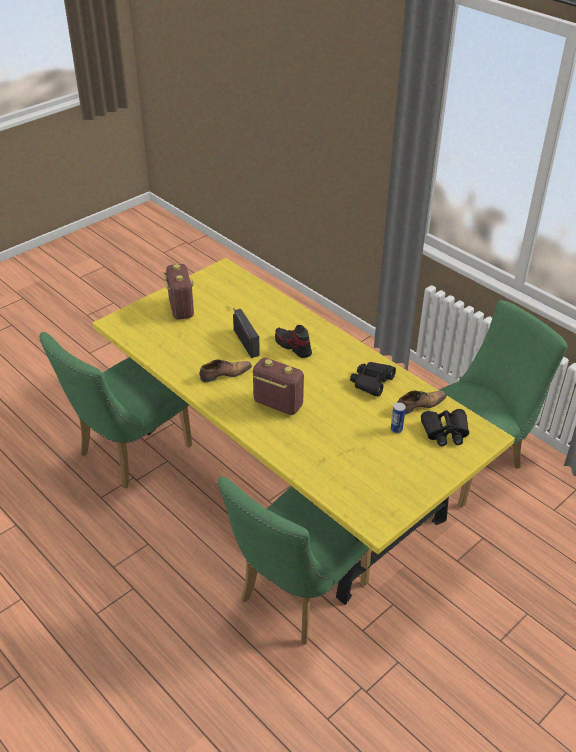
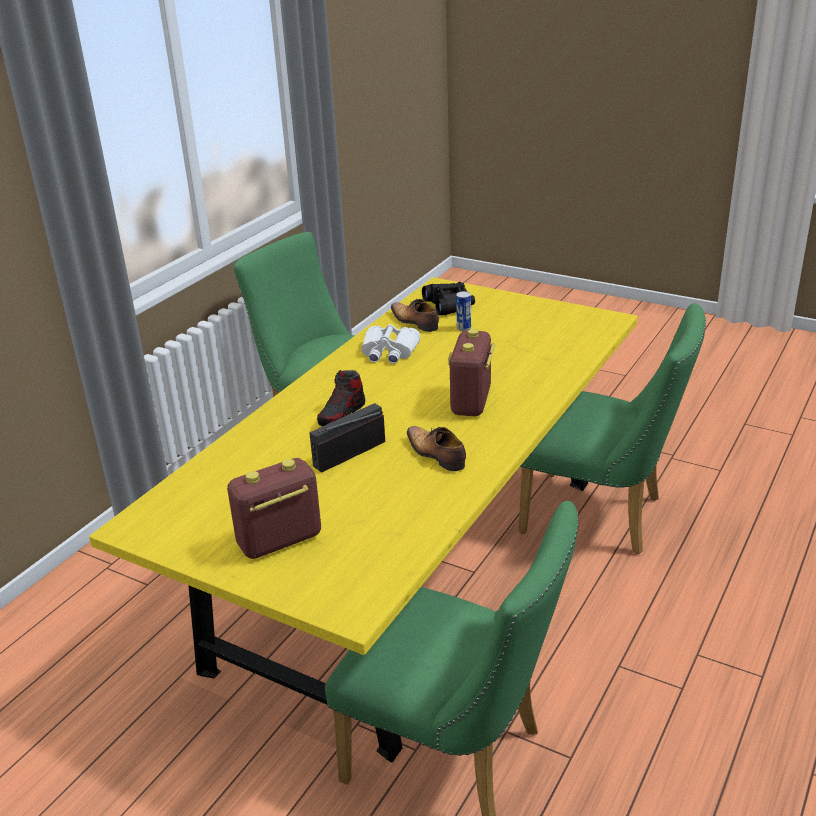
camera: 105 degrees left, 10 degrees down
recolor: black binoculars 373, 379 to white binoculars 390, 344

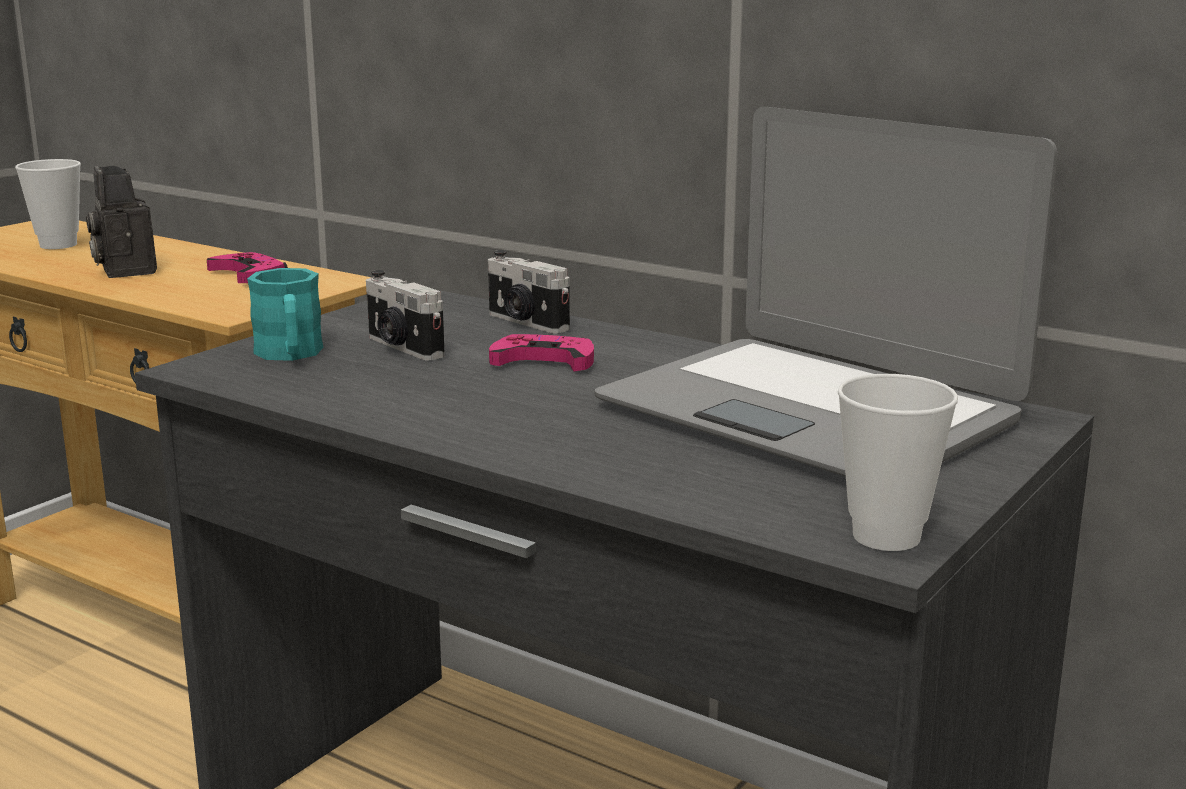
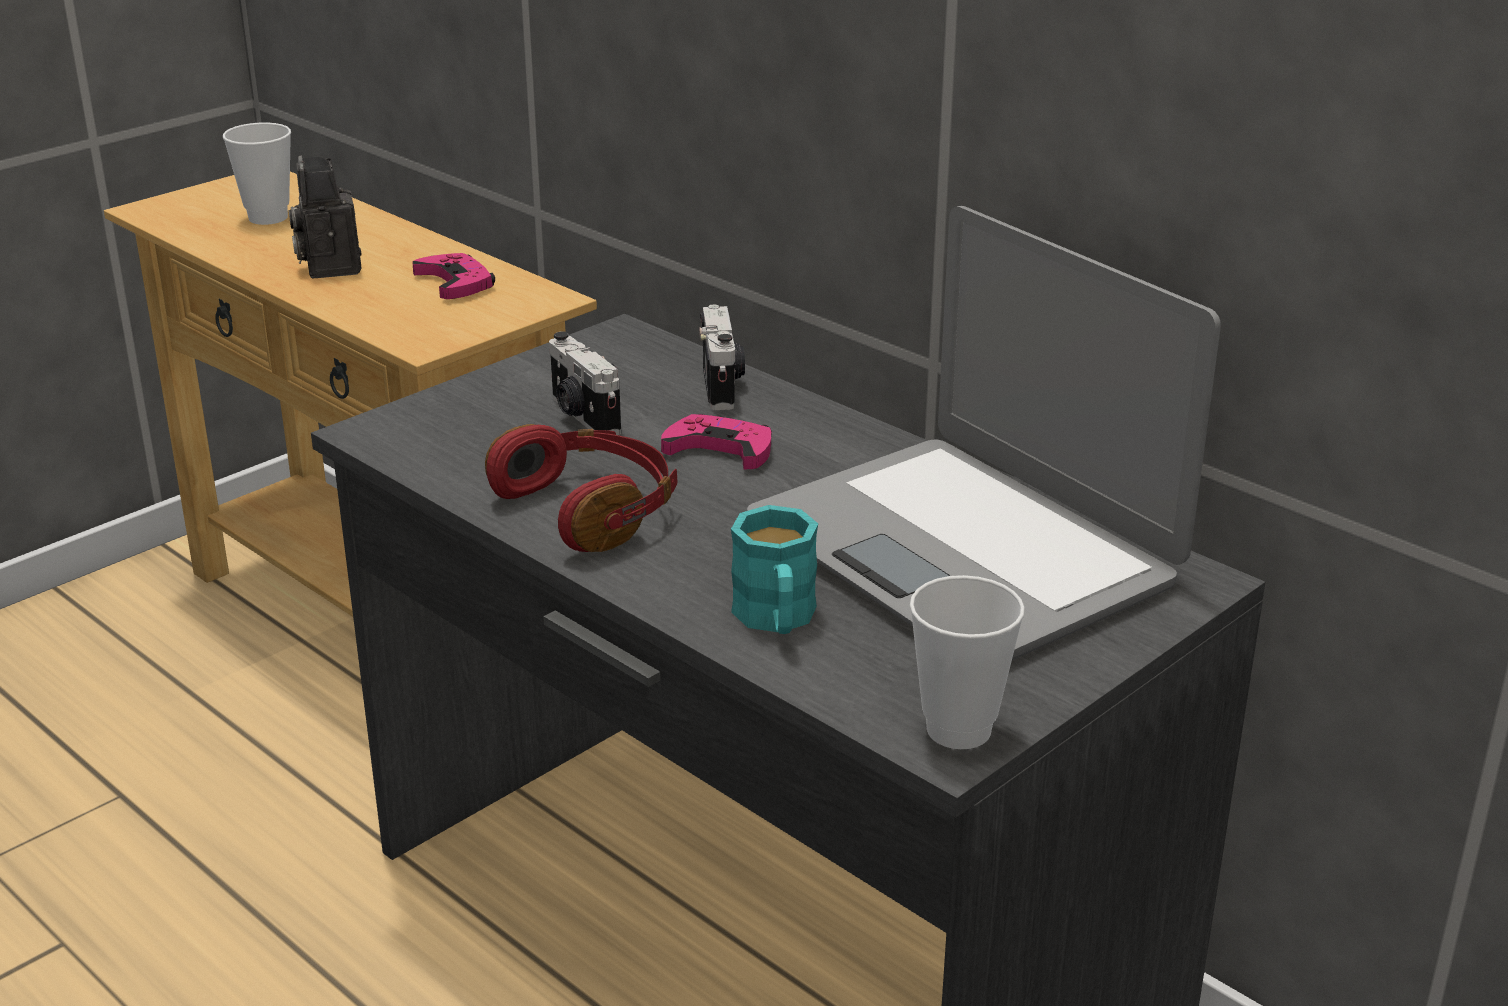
camera: 10 degrees right, 10 degrees up
insert: red headphones 581, 488
move: turquoise mug 285, 314 to 774, 569
rotate: photo camera 529, 292 = 722, 357 150 degrees counterclockwise

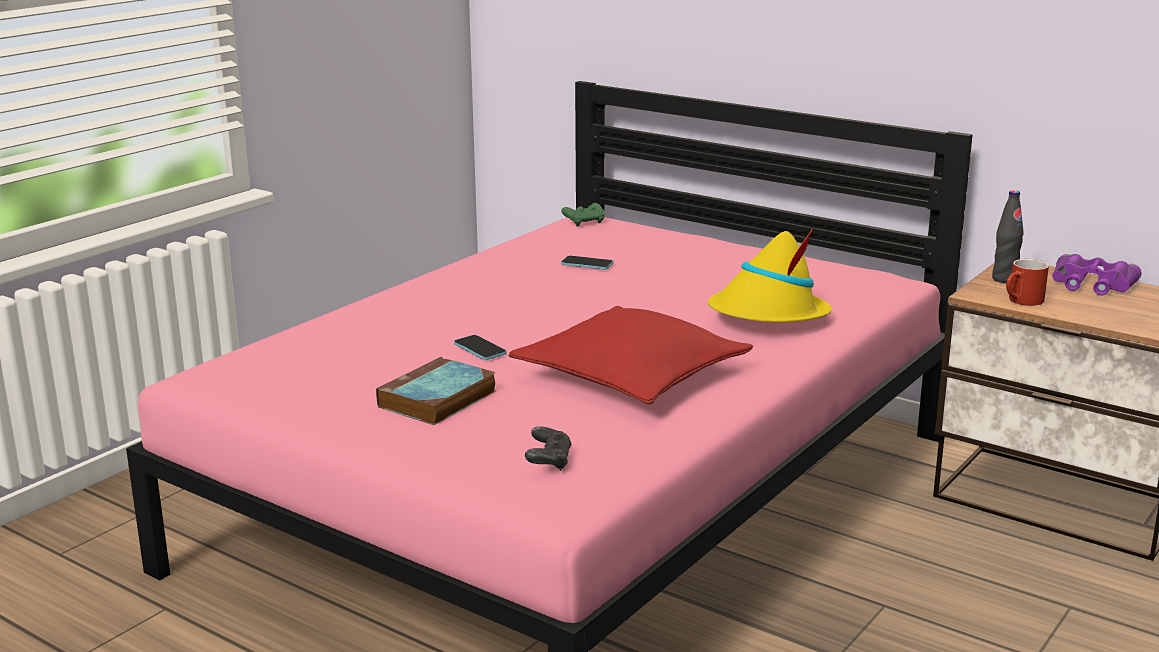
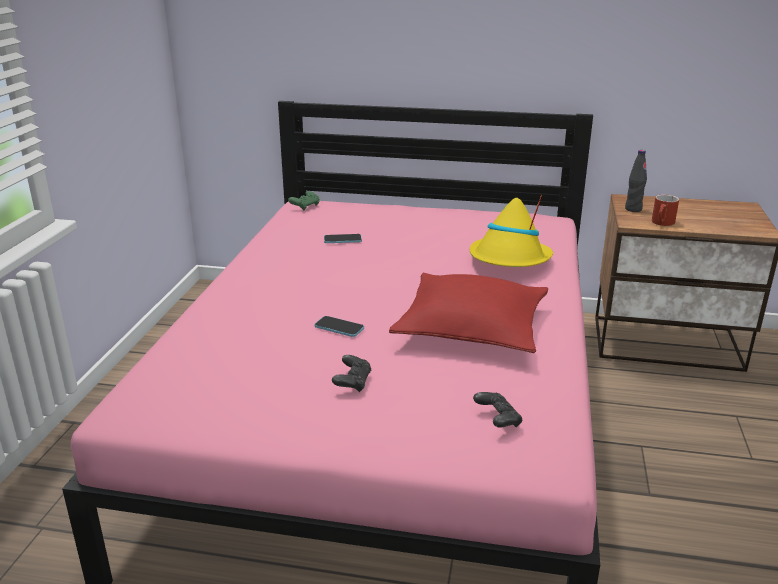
camera: 25 degrees left, 5 degrees up
delete: purple binoculars 1096, 274
replace: book 436, 391 to black game controller 351, 373

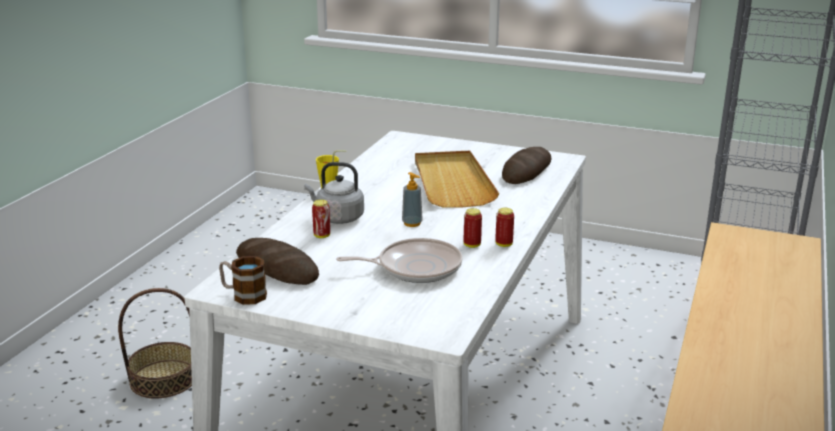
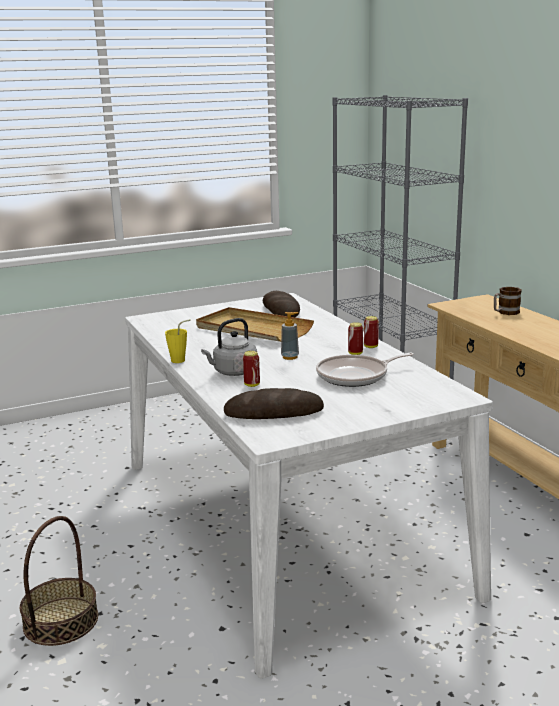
camera: 45 degrees left, 5 degrees down
move: mug 243, 280 to 508, 301
rotate: frying pan 399, 260 = 365, 370 150 degrees counterclockwise

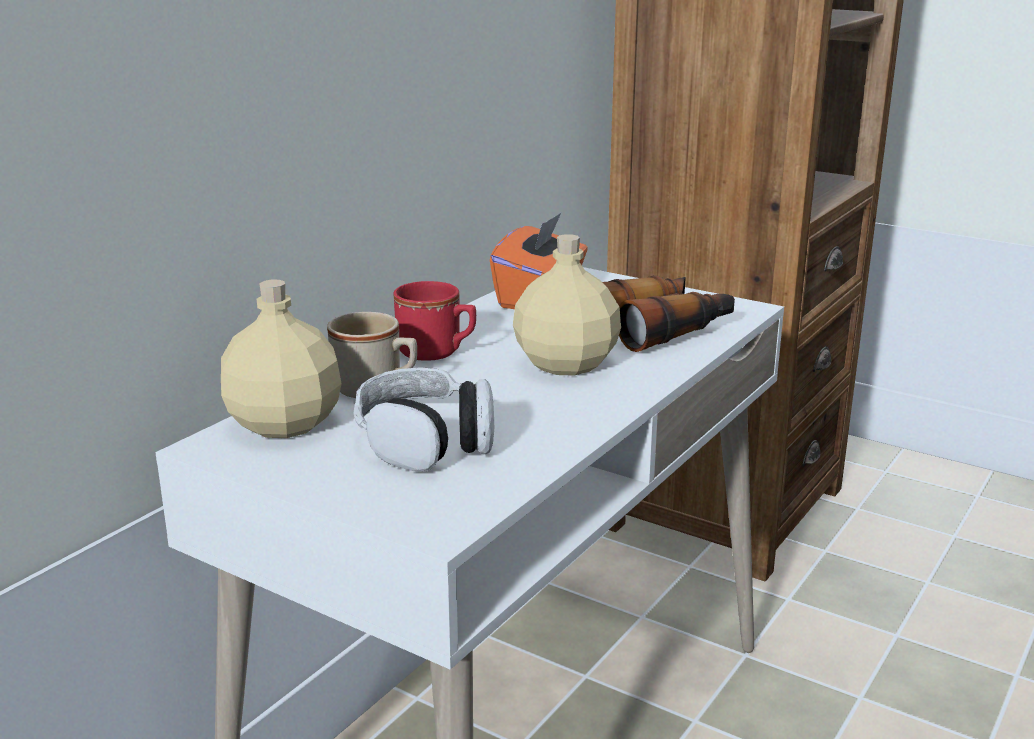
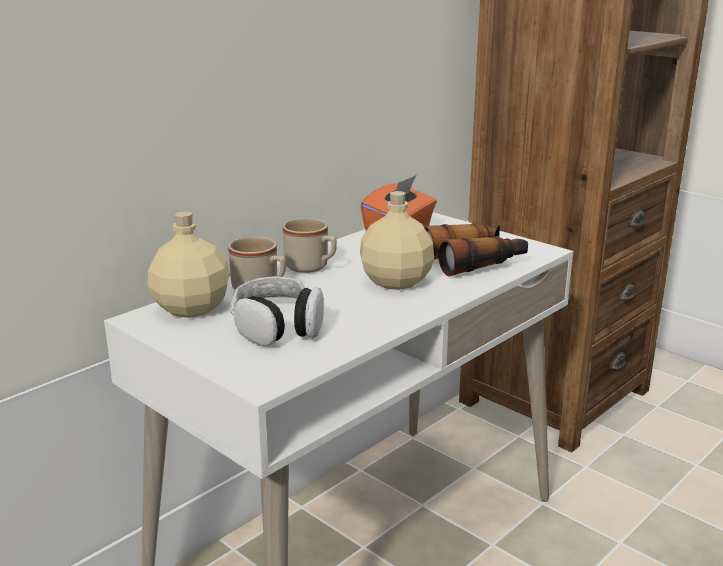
camera: 10 degrees right, 0 degrees up
recolor: red mug 434, 321 to beige mug 310, 245

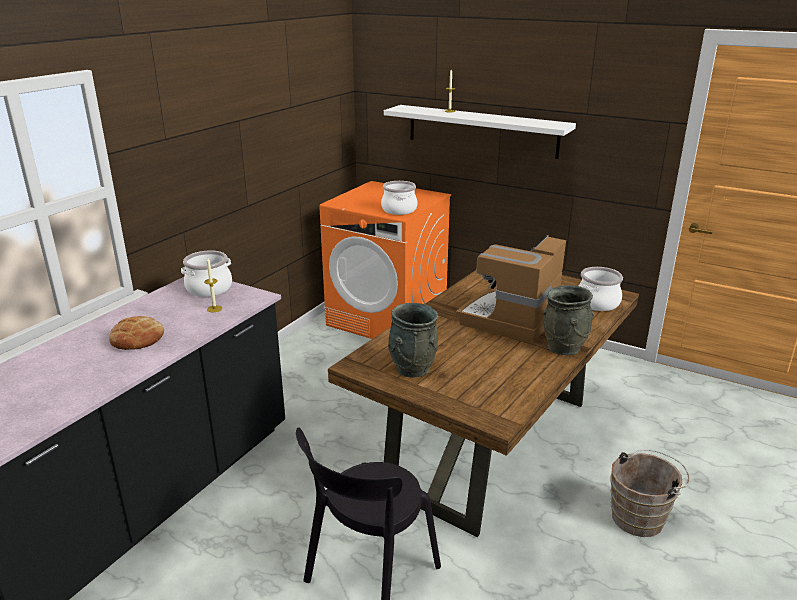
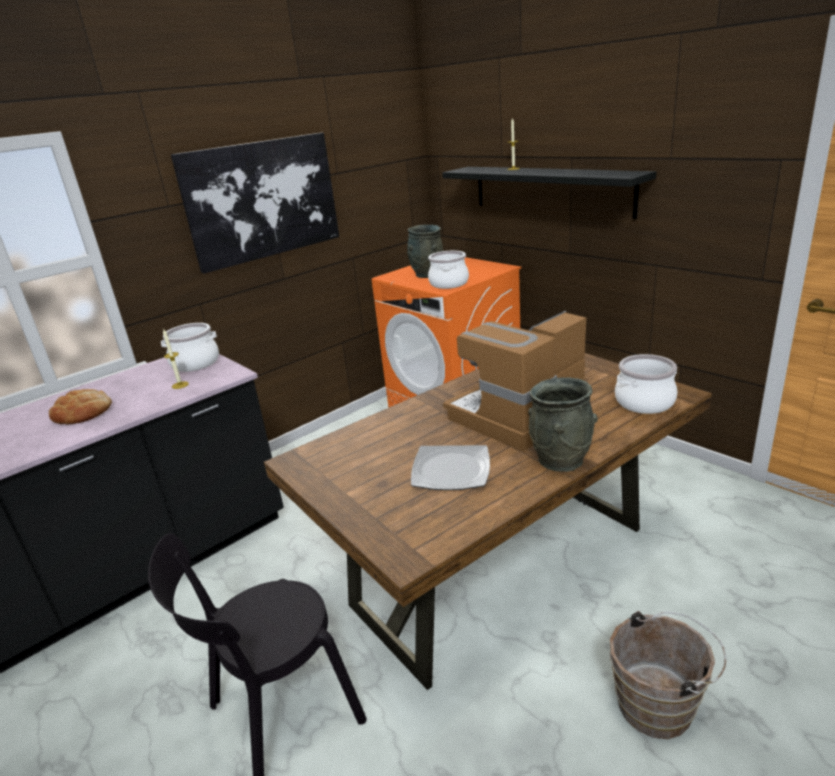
camera: 20 degrees right, 0 degrees up
insert: picture 255, 203; plate 450, 467
move: grey vase 413, 340 to 425, 251
recolor: white shelf 480, 132 to black shelf 549, 193

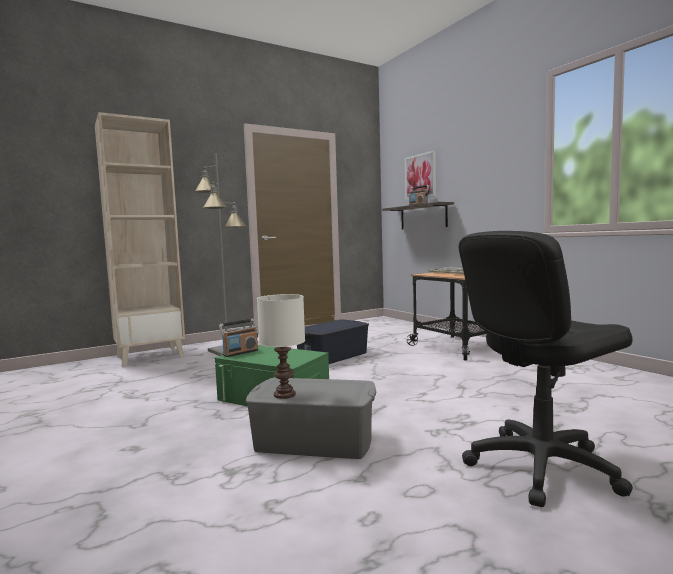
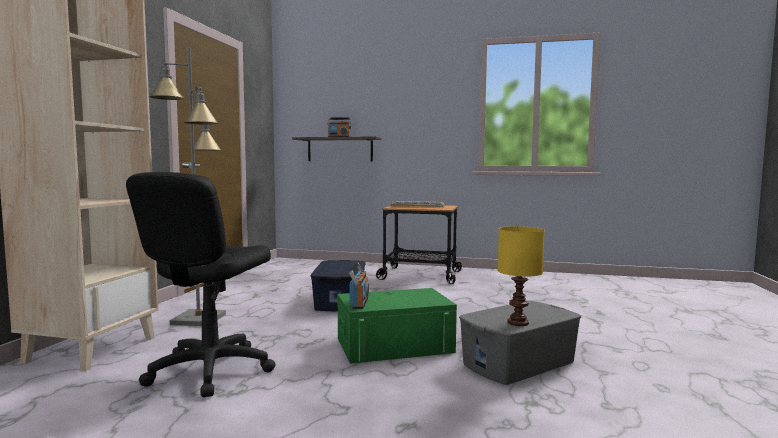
camera: 45 degrees left, 0 degrees up
delete: picture 420, 175
move: black office chair 546, 369 to 201, 284
recolor: white table lamp 281, 346 to yellow table lamp 521, 276

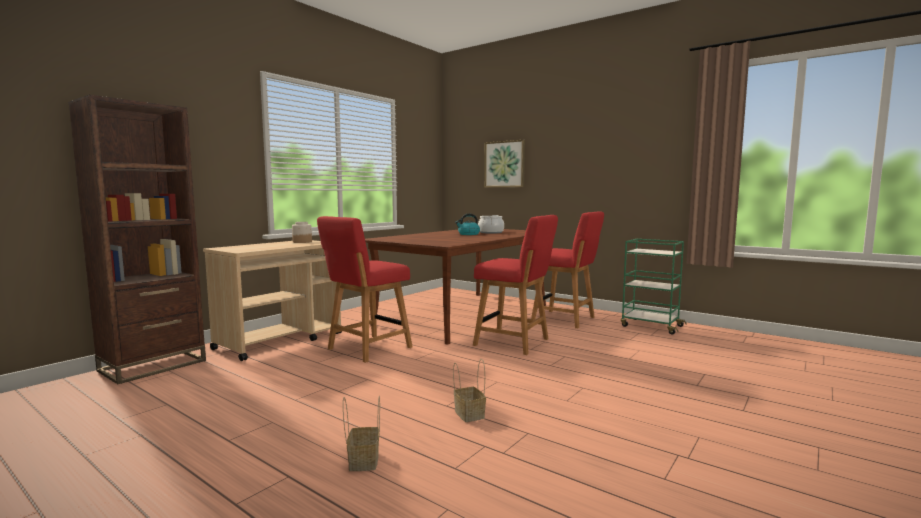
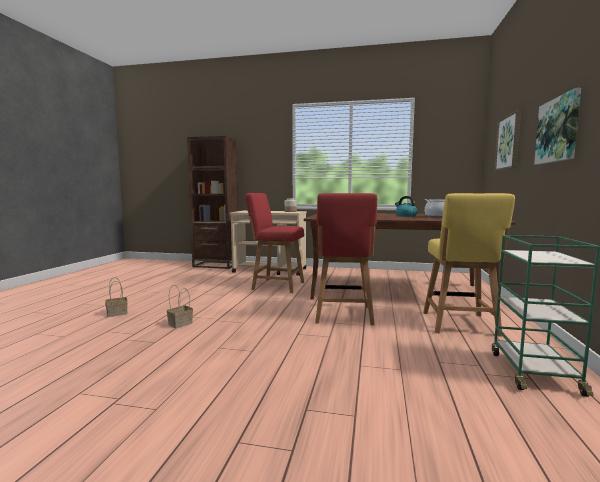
camera: 65 degrees right, 0 degrees up
insert: picture 557, 126
recolor: red chair 567, 269 to yellow chair 469, 265

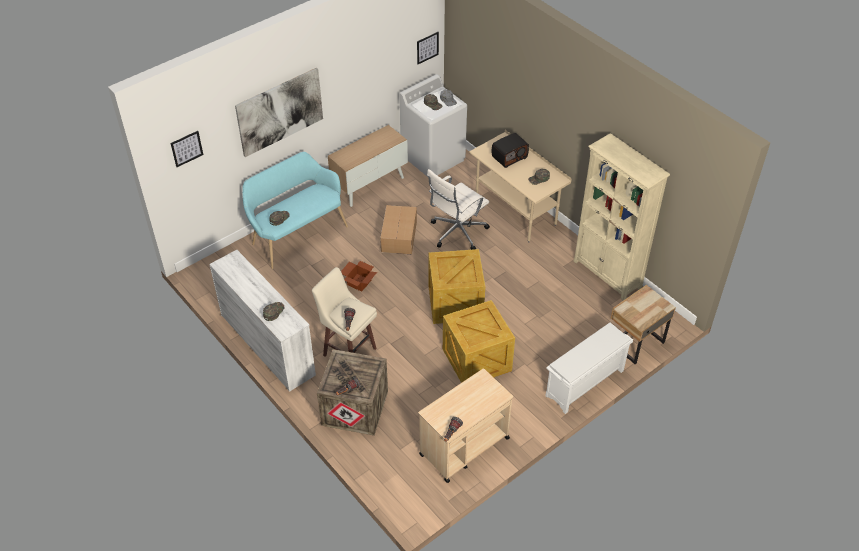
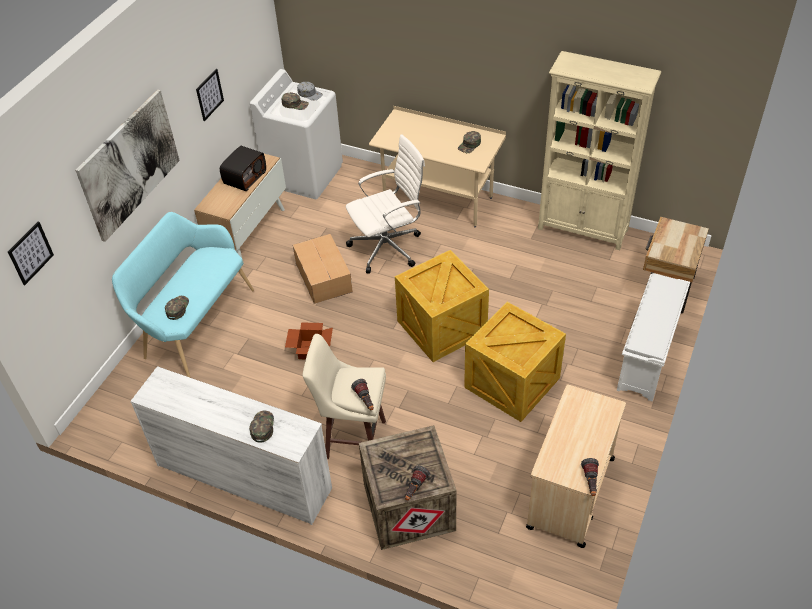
camera: 25 degrees left, 0 degrees up
move: picture 428, 48 to 210, 95; radio 510, 150 to 243, 168
rotate: white office chair 458, 209 = 385, 204 135 degrees counterclockwise

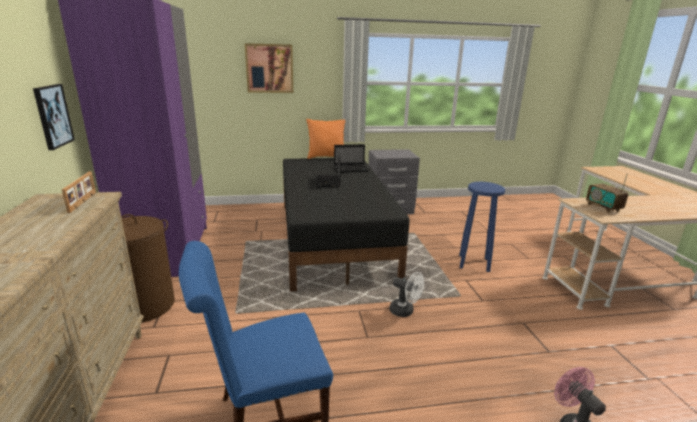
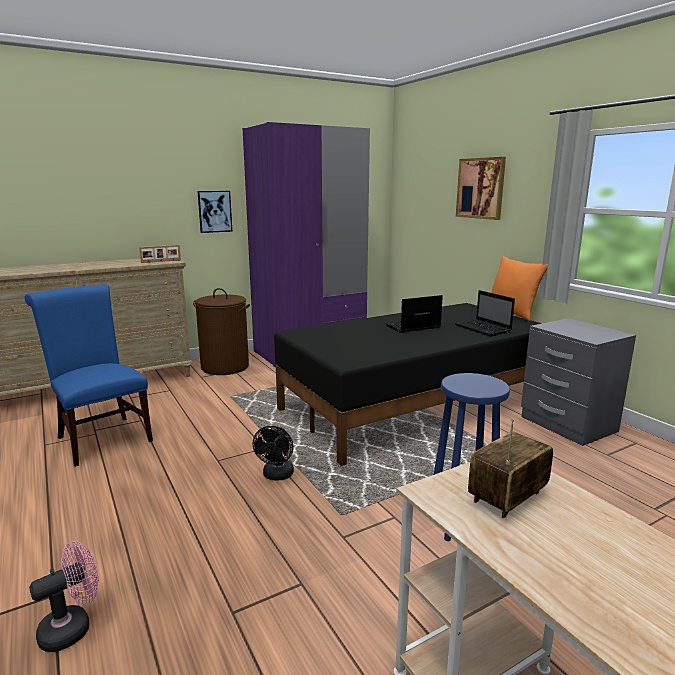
camera: 70 degrees right, 5 degrees down
recolor: white fan 406, 294 to black fan 273, 453

